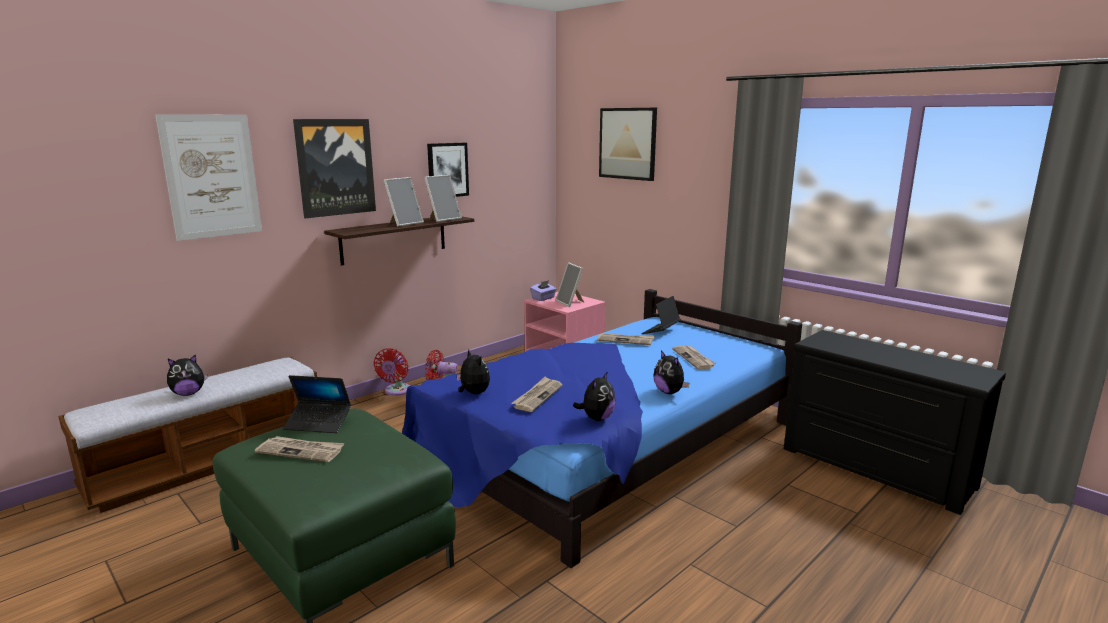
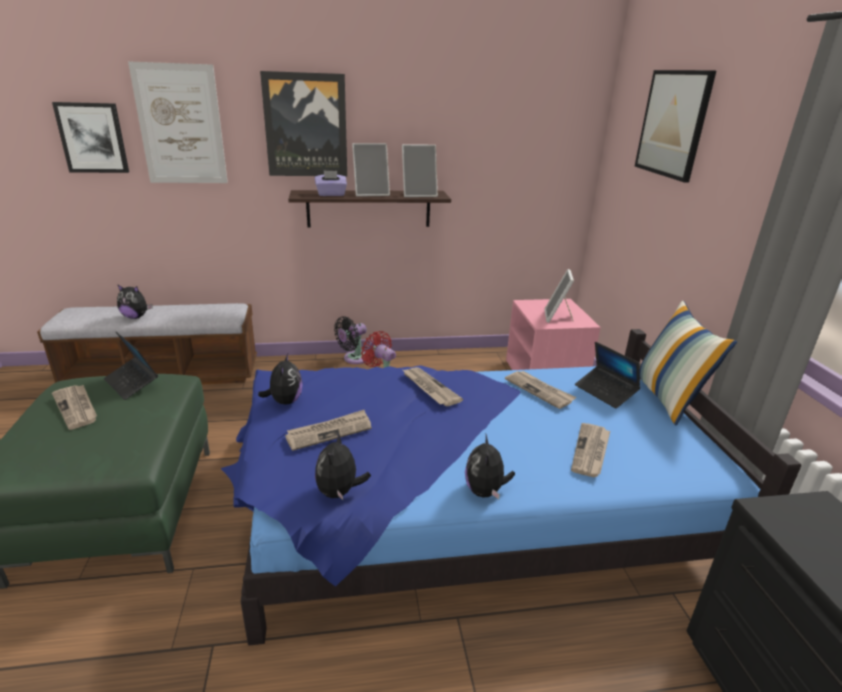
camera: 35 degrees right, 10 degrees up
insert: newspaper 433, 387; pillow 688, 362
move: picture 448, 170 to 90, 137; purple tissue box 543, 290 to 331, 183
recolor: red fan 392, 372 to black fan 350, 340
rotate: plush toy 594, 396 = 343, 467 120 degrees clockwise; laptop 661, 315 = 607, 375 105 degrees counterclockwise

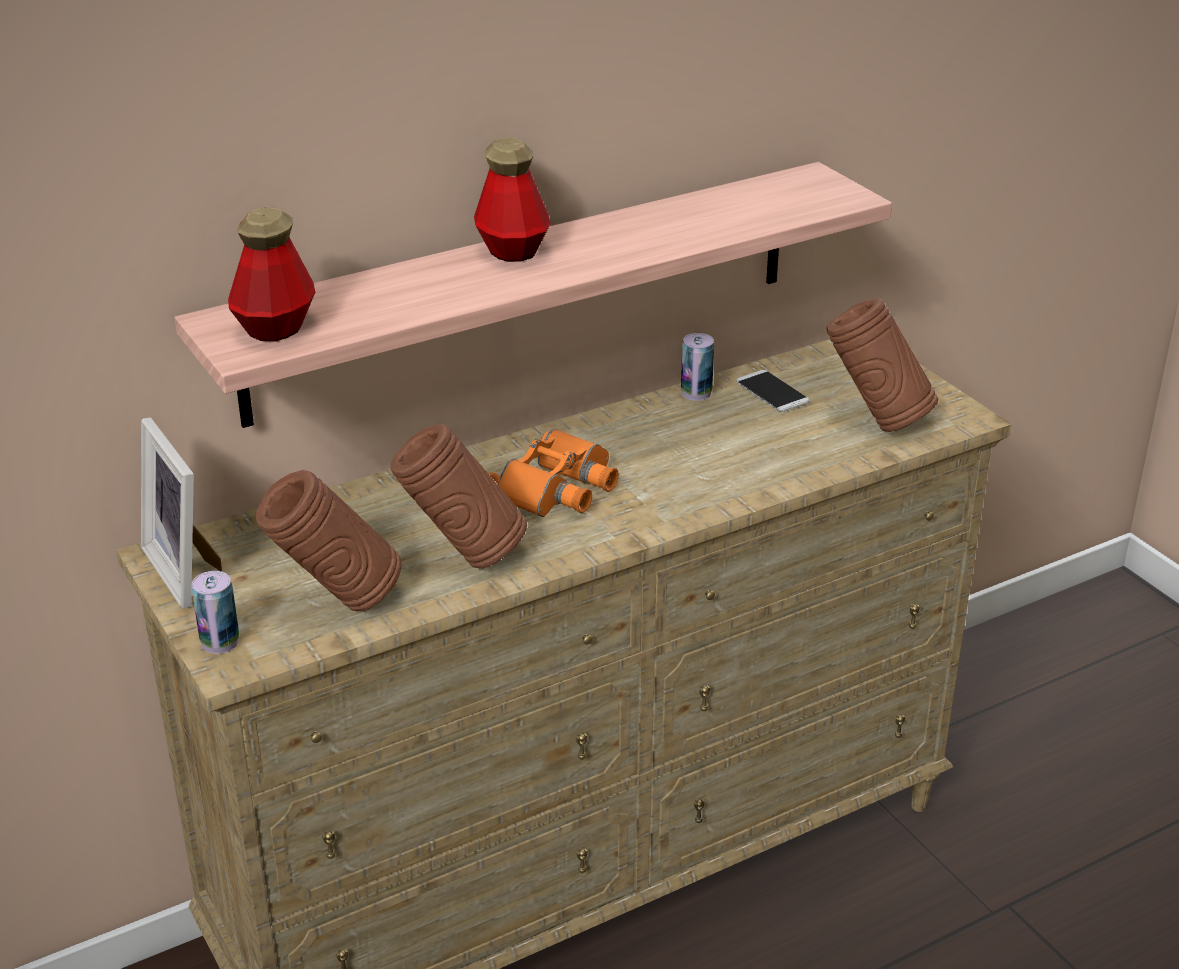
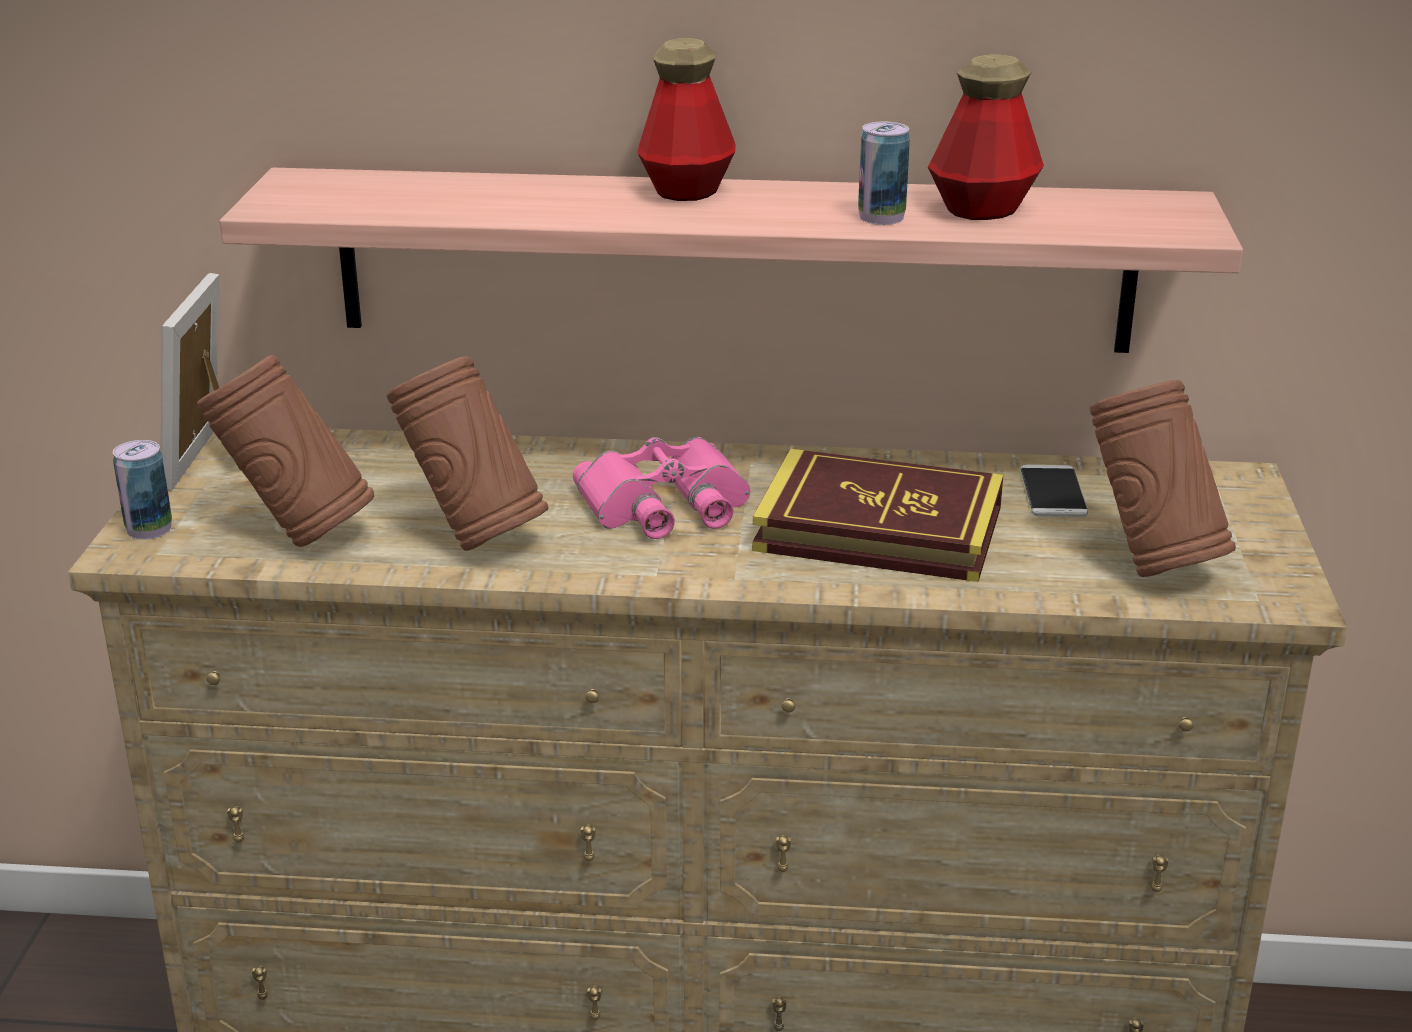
camera: 35 degrees right, 5 degrees down
insert: book 877, 515
move: can 697, 367 to 884, 173; bottle 271, 274 to 986, 137
recolor: orange binoculars 553, 473 to pink binoculars 661, 488

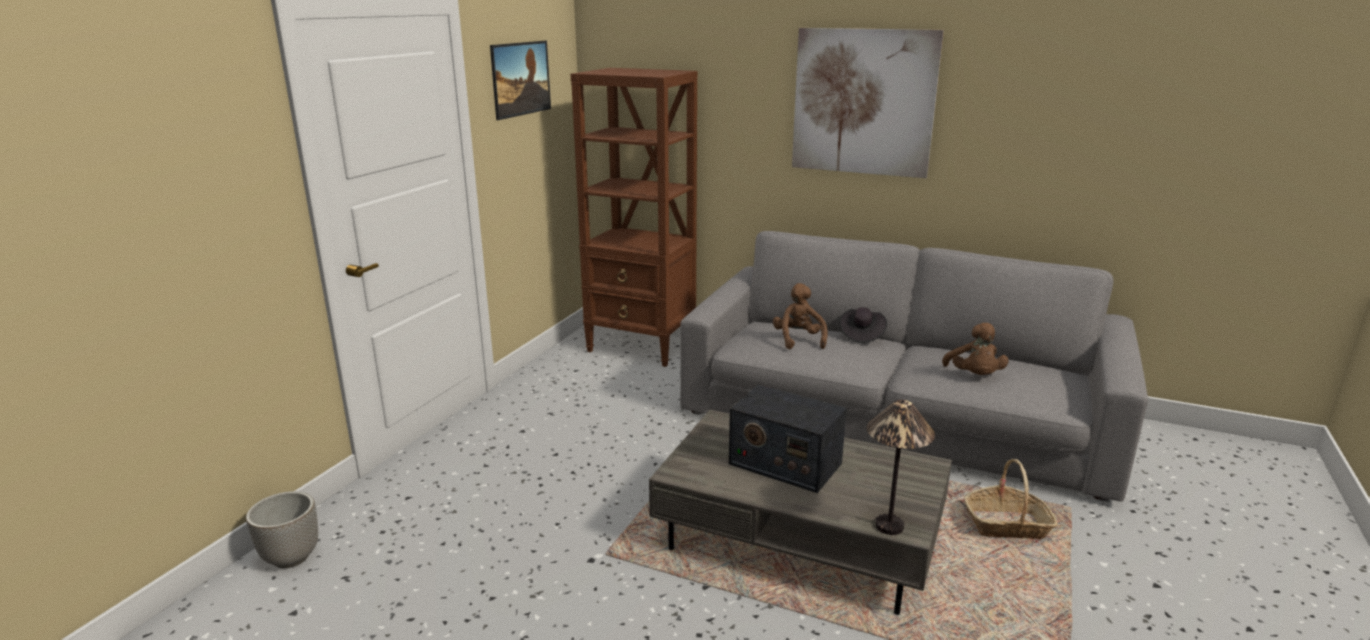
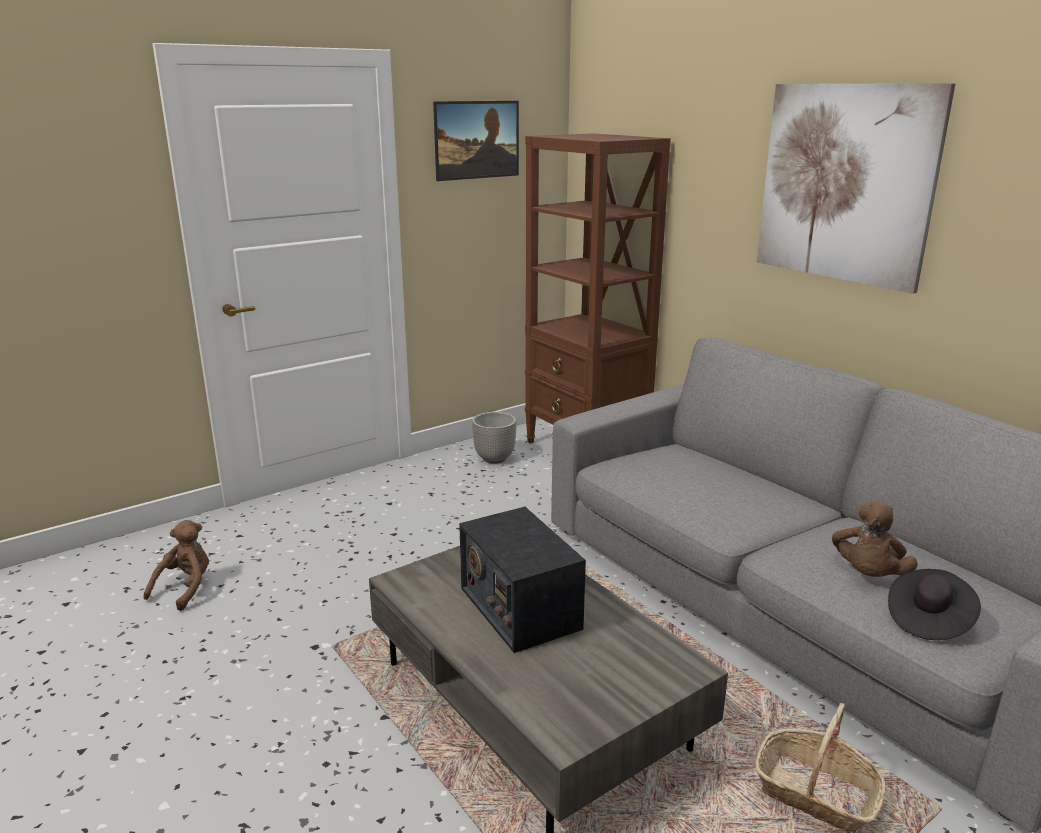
camera: 30 degrees right, 0 degrees up
delete: table lamp 901, 467
move: brown plush toy 800, 316 to 176, 565; planter 282, 529 to 494, 438; black hat 863, 325 to 934, 604

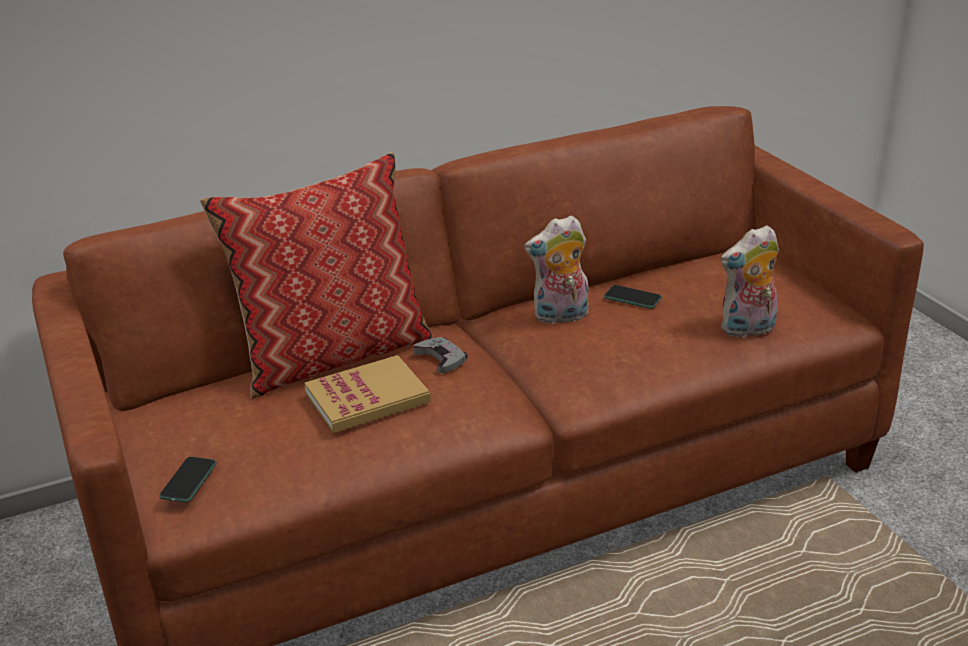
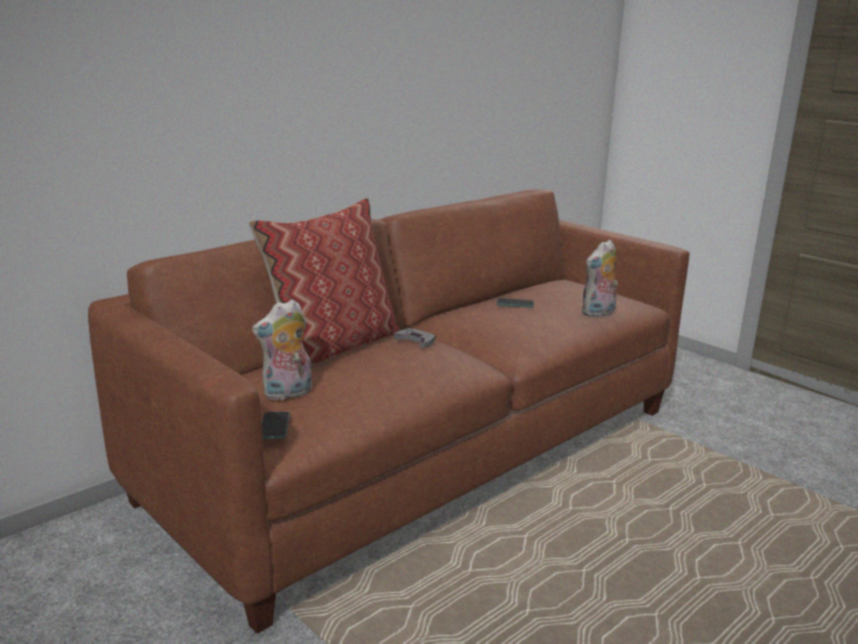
camera: 20 degrees left, 10 degrees down
delete: book 367, 394
move: plush toy 556, 269 to 282, 350

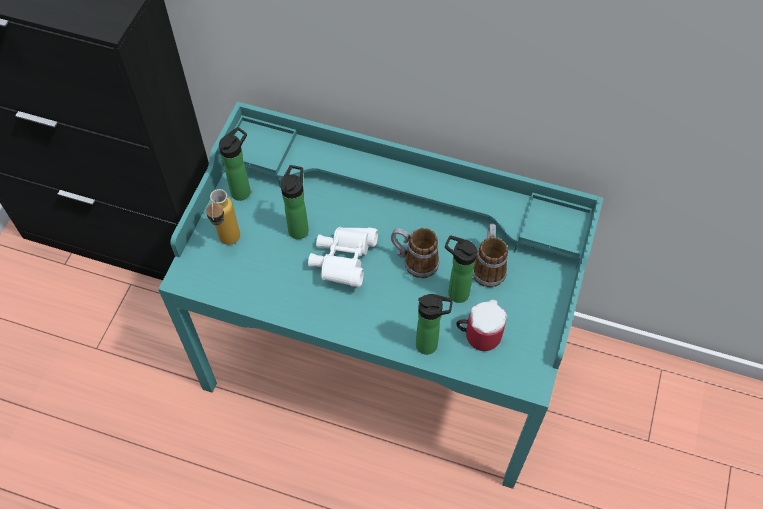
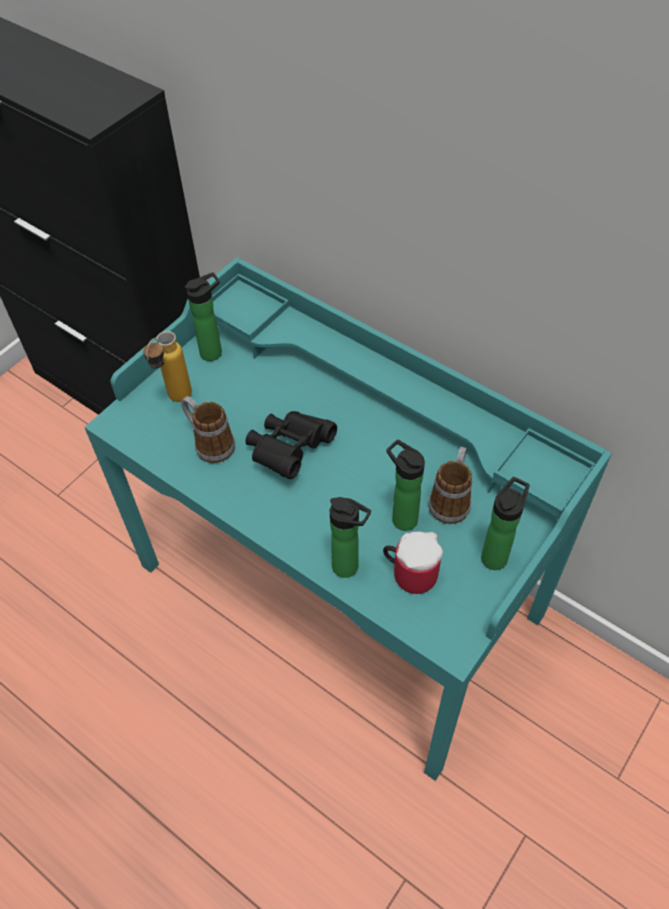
camera: 20 degrees right, 5 degrees down
move: mug 415, 253 to 208, 429; bottle 295, 202 to 505, 523
recolor: white binoculars 343, 257 to black binoculars 291, 445

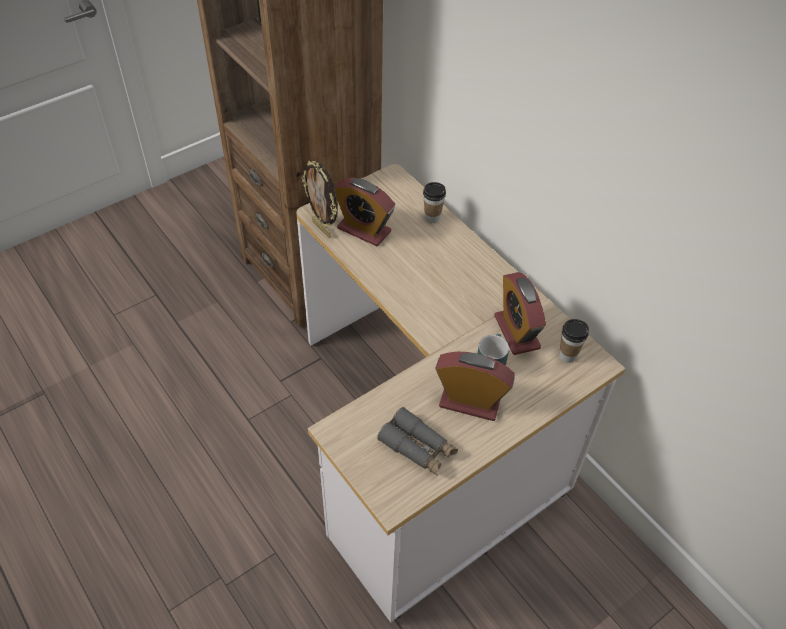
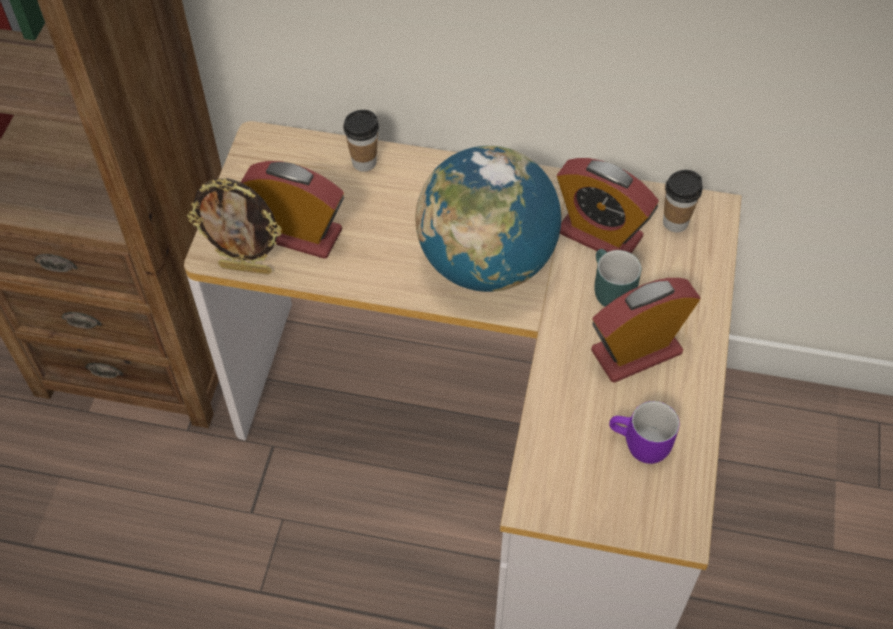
camera: 40 degrees left, 5 degrees up
insert: globe 488, 219
replace: grey binoculars 417, 441 to purple mug 644, 432
rotate: alarm clock 365, 212 = 292, 210 150 degrees counterclockwise

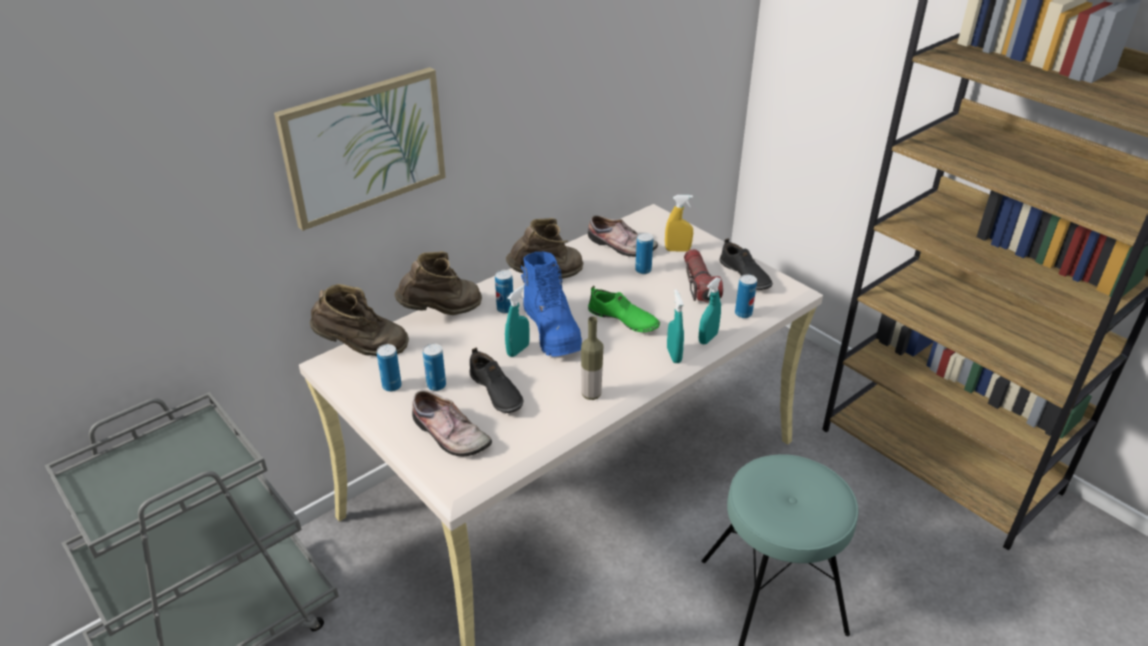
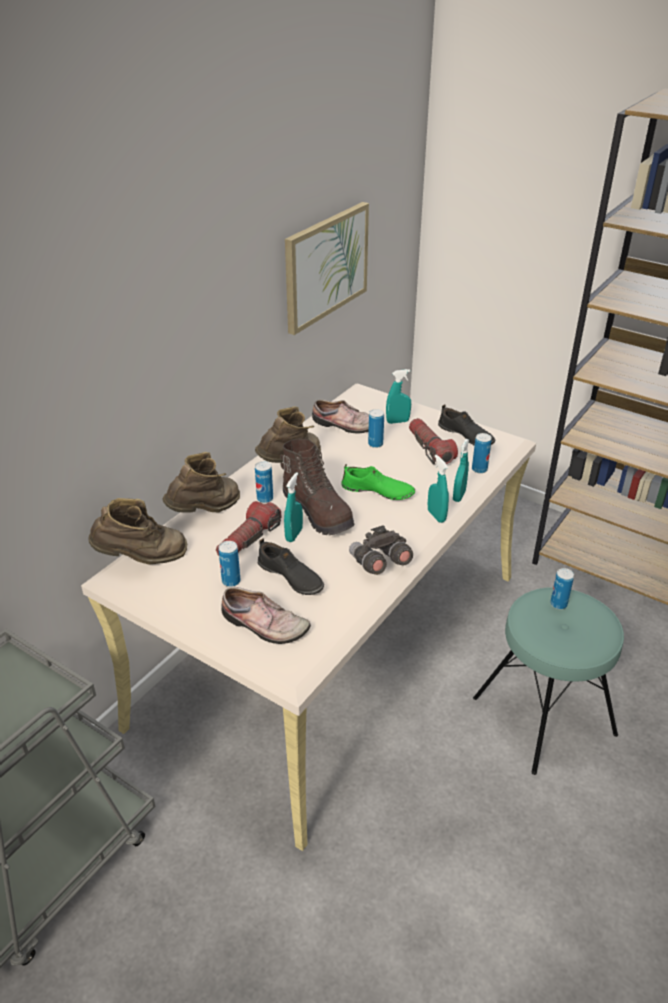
camera: 15 degrees left, 0 degrees up
insert: flashlight 249, 528
move: picture 360, 149 to 327, 268; can 389, 368 to 562, 588
replace: bottle 592, 358 to grey binoculars 381, 550
recolor: blue boot 551, 304 to brown boot 317, 487; yellow spray bottle 679, 223 to turquoise spray bottle 398, 396

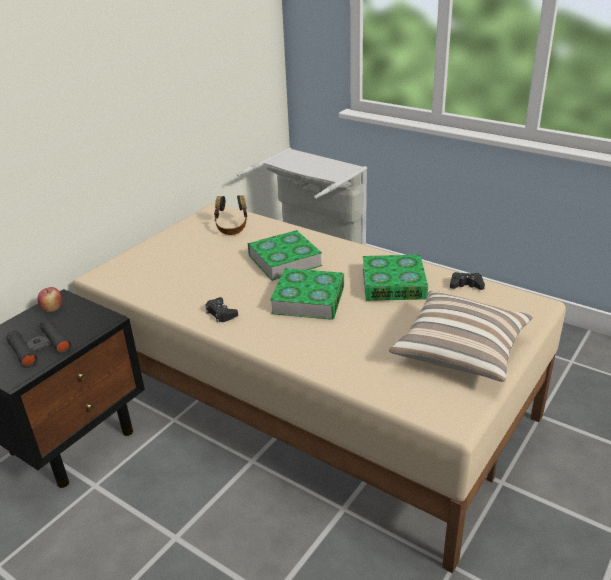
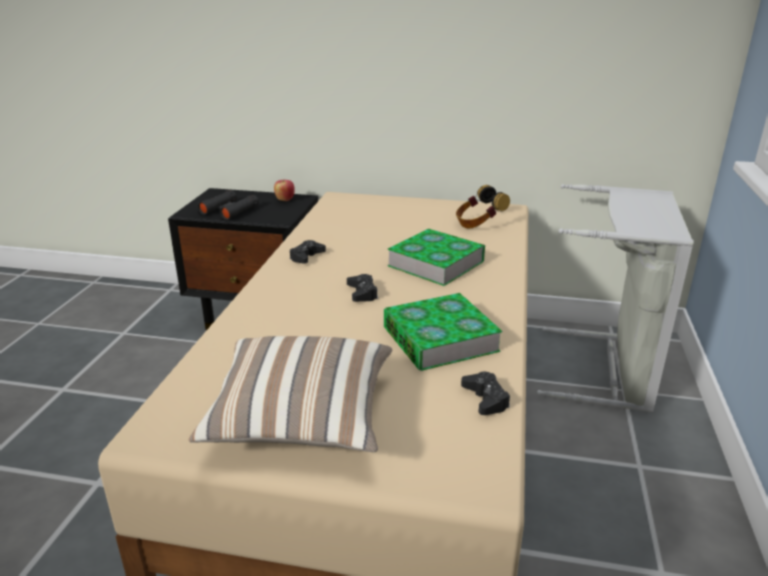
camera: 65 degrees right, 5 degrees down
replace: book 307, 294 to black game controller 362, 288

